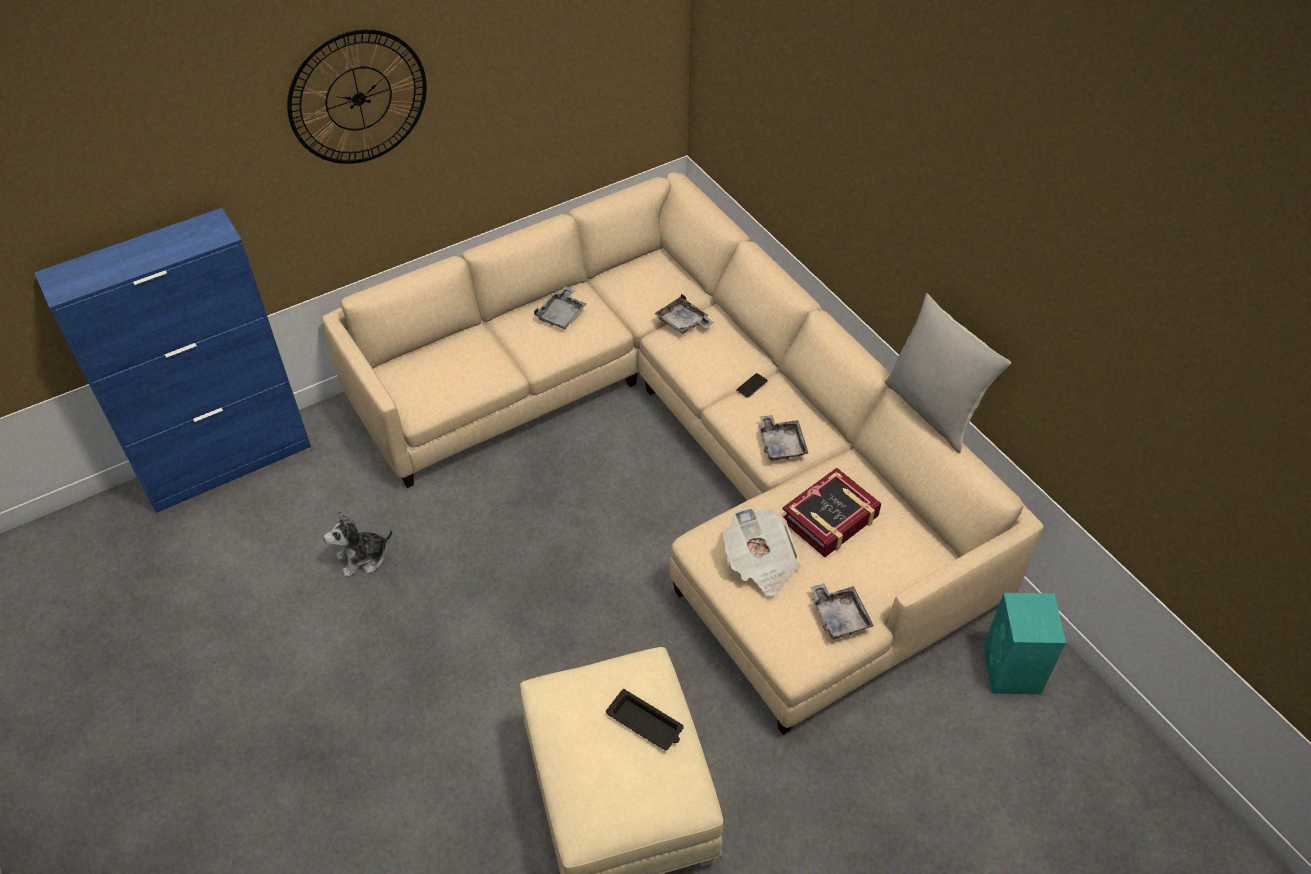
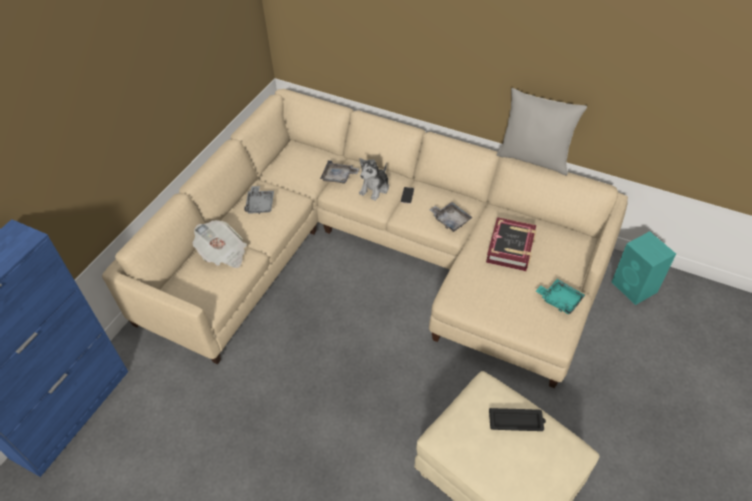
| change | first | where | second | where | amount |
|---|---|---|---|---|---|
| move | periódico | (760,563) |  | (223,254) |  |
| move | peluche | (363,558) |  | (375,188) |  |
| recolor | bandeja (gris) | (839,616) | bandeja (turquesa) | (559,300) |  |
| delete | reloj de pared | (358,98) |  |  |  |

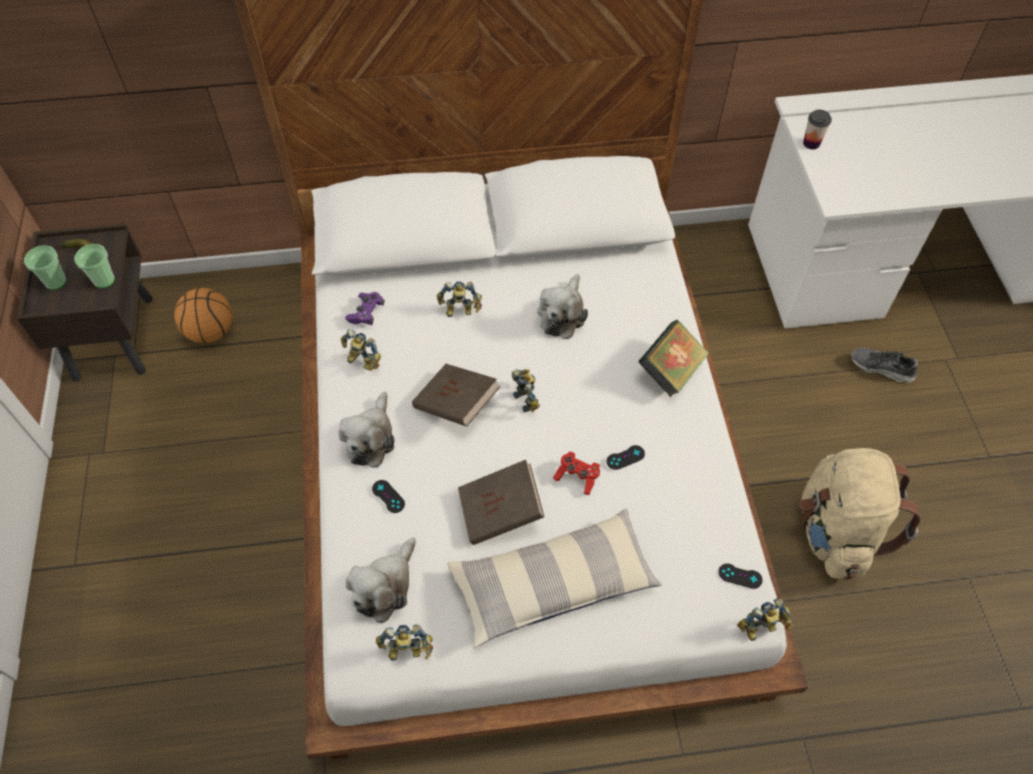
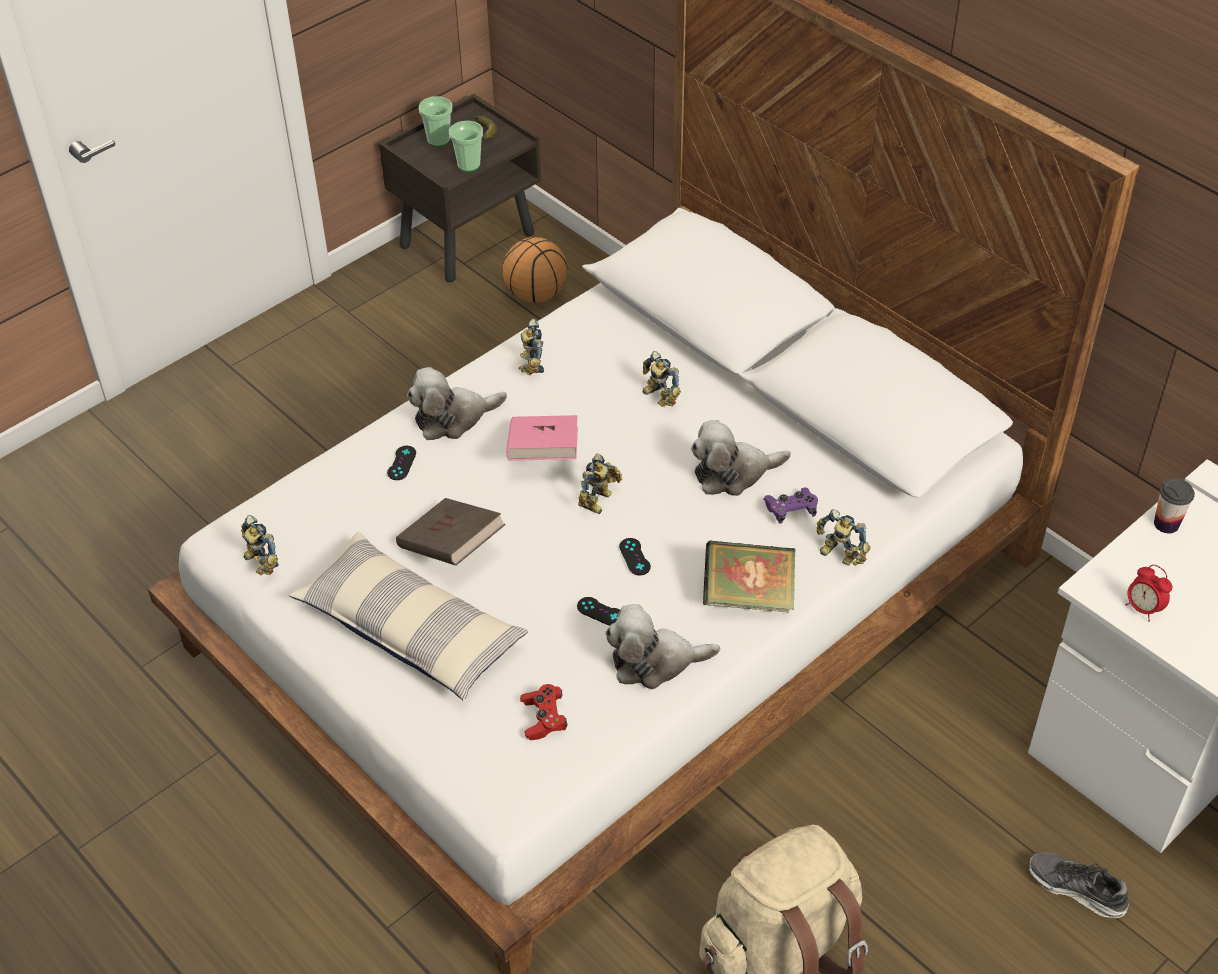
| change | first | where | second | where | amount |
|---|---|---|---|---|---|
| recolor | libro (marrón) | (456,405) | libro (rosa) | (543,454) |  |
| move | mando de consola (rojo) | (577,476) |  | (544,718) |  |
| move | peluche | (385,587) |  | (655,662) |  |
| move | mando de consola (negro) | (740,576) |  | (634,557) |  |
| move | mando de consola (morado) | (366,313) |  | (791,511) |  |
| move | robot de juguete | (761,629) |  | (839,556) |  |
| rotate | zapato | (881,368) |  | (1076,889) | 45 degrees counterclockwise |
| insert |  |  | despertador | (1142,609) |  |

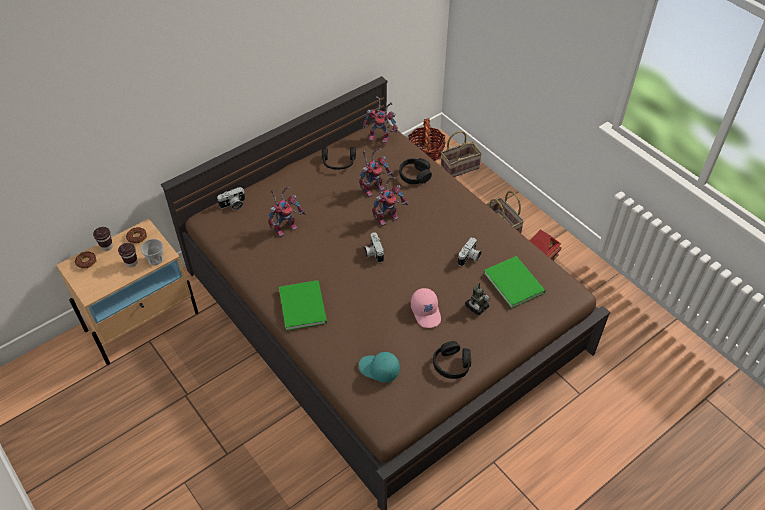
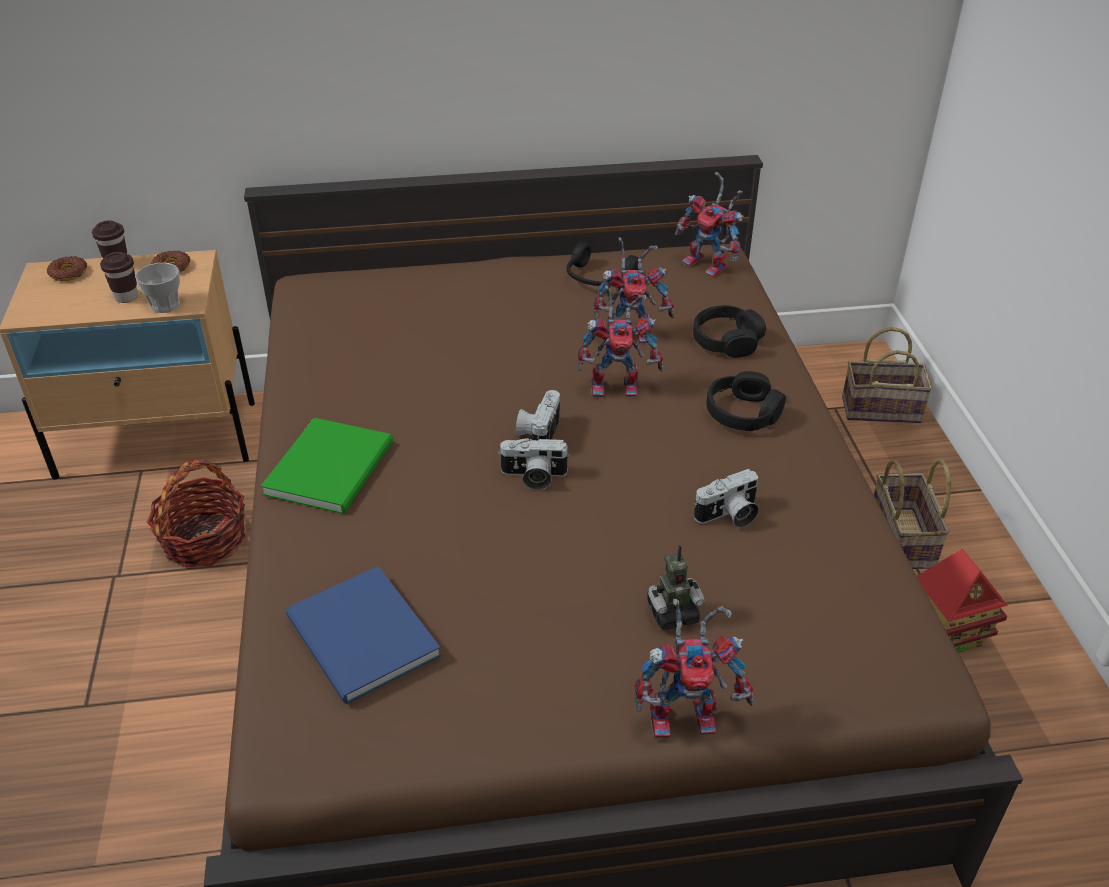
| change | first | where | second | where | amount |
|---|---|---|---|---|---|
| move | cesta | (426,152) |  | (204,540) |  |
| replace | gorra (turquesa) | (378,370) | libro (azul) | (361,640) |  |
| move | cámara | (233,205) |  | (533,477) |  |
| move | robot de juguete | (286,227) |  | (687,715) |  |
| move | auriculares (negro) | (452,364) |  | (743,413) |  |
| delete | gorra (rosa) | (426,312) |  |  |  |
| delete | libro (verde) | (514,281) |  |  |  |

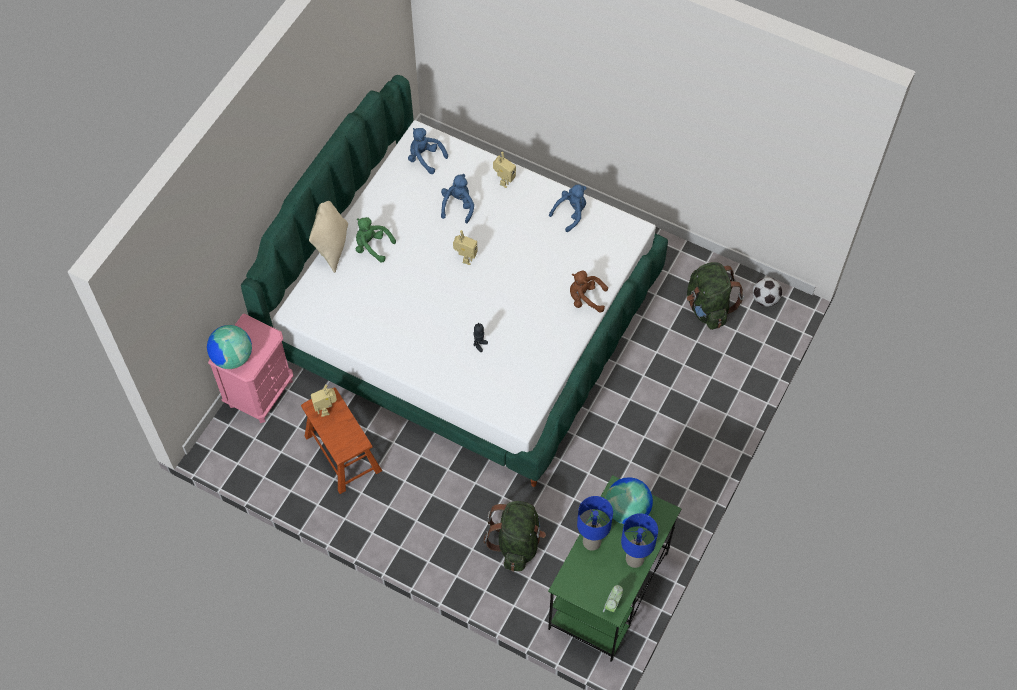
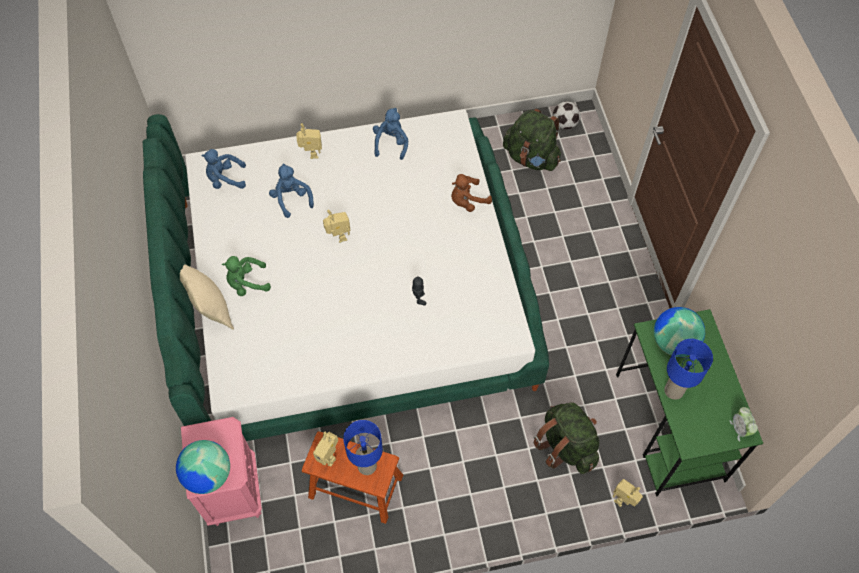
| change | first | where | second | where | amount |
|---|---|---|---|---|---|
| move | lámpara de mesa (azul) | (634,559) |  | (367,466) |  |
| insert |  |  | robot de juguete | (624,500) |  |

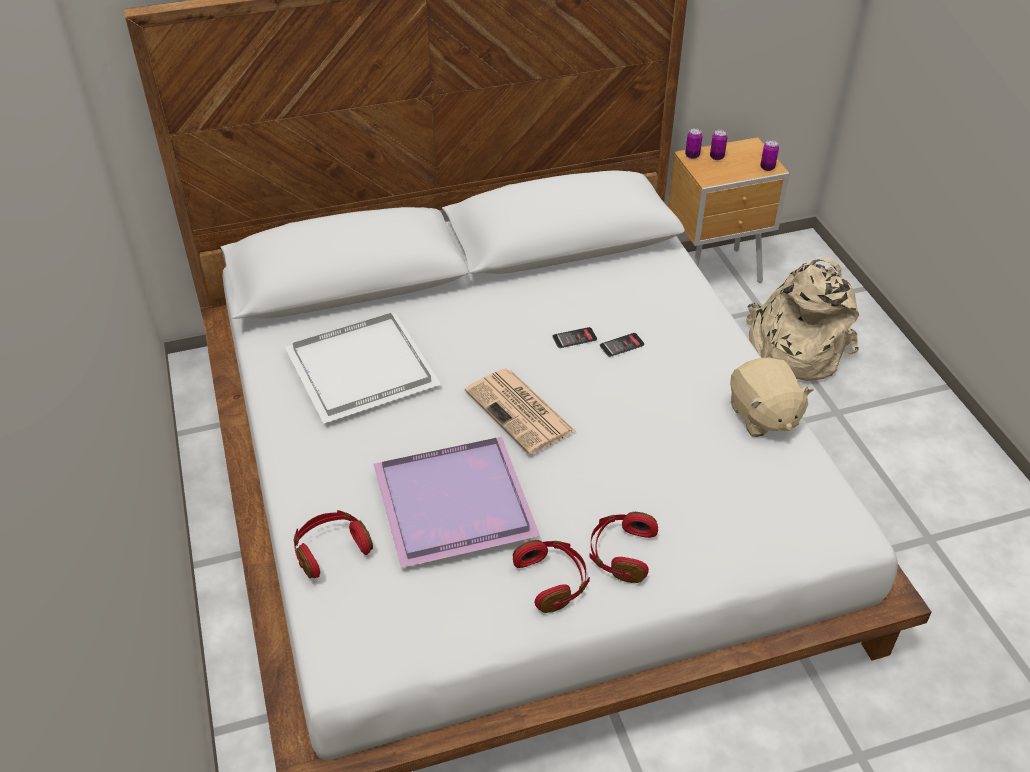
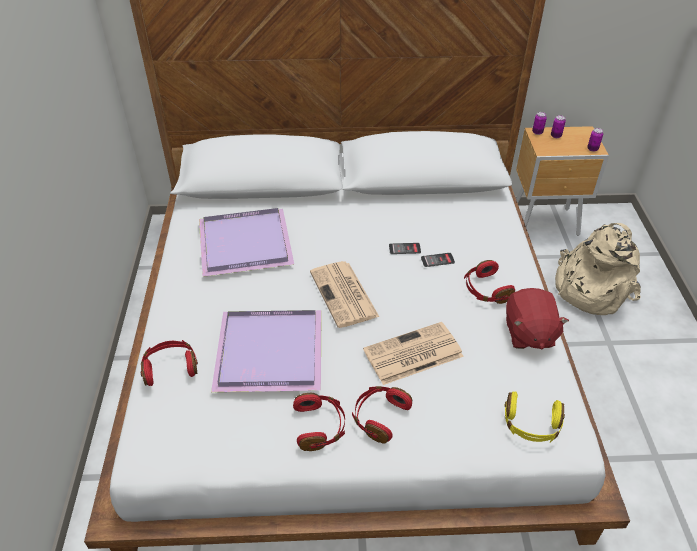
| change | first | where | second | where | amount |
|---|---|---|---|---|---|
| recolor | bandeja (blanco) | (358,368) | bandeja (morado) | (243,243) |  |
| insert |  |  | periódico | (412,354) |  |
| insert |  |  | auriculares (rojo) | (486,290) |  |
| insert |  |  | auriculares (amarillo) | (531,425) |  |
| recolor | peluche (beis) | (763,416) | peluche (rojo) | (528,333) |  |

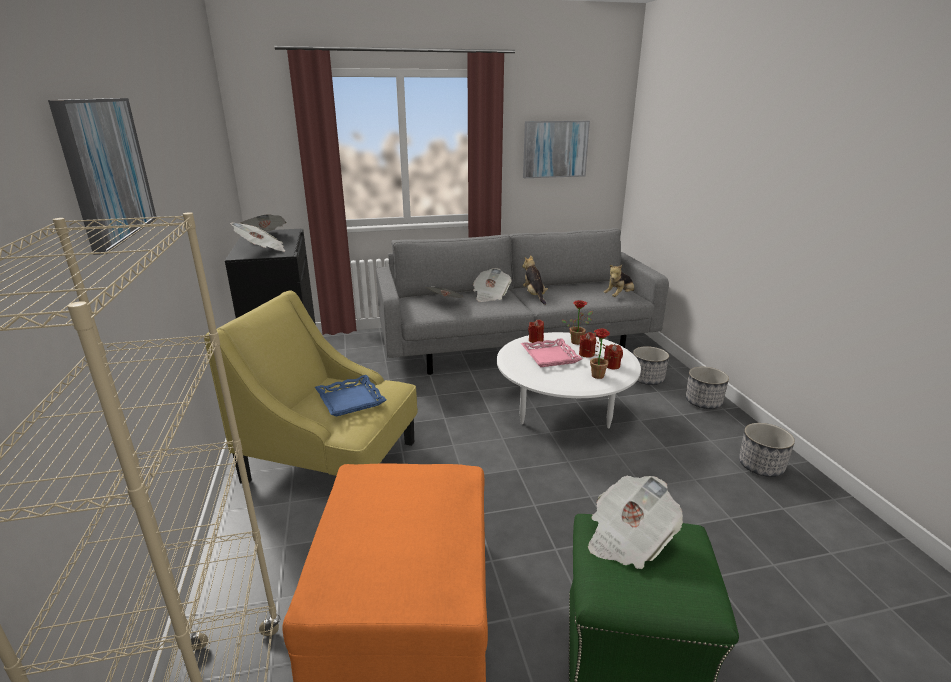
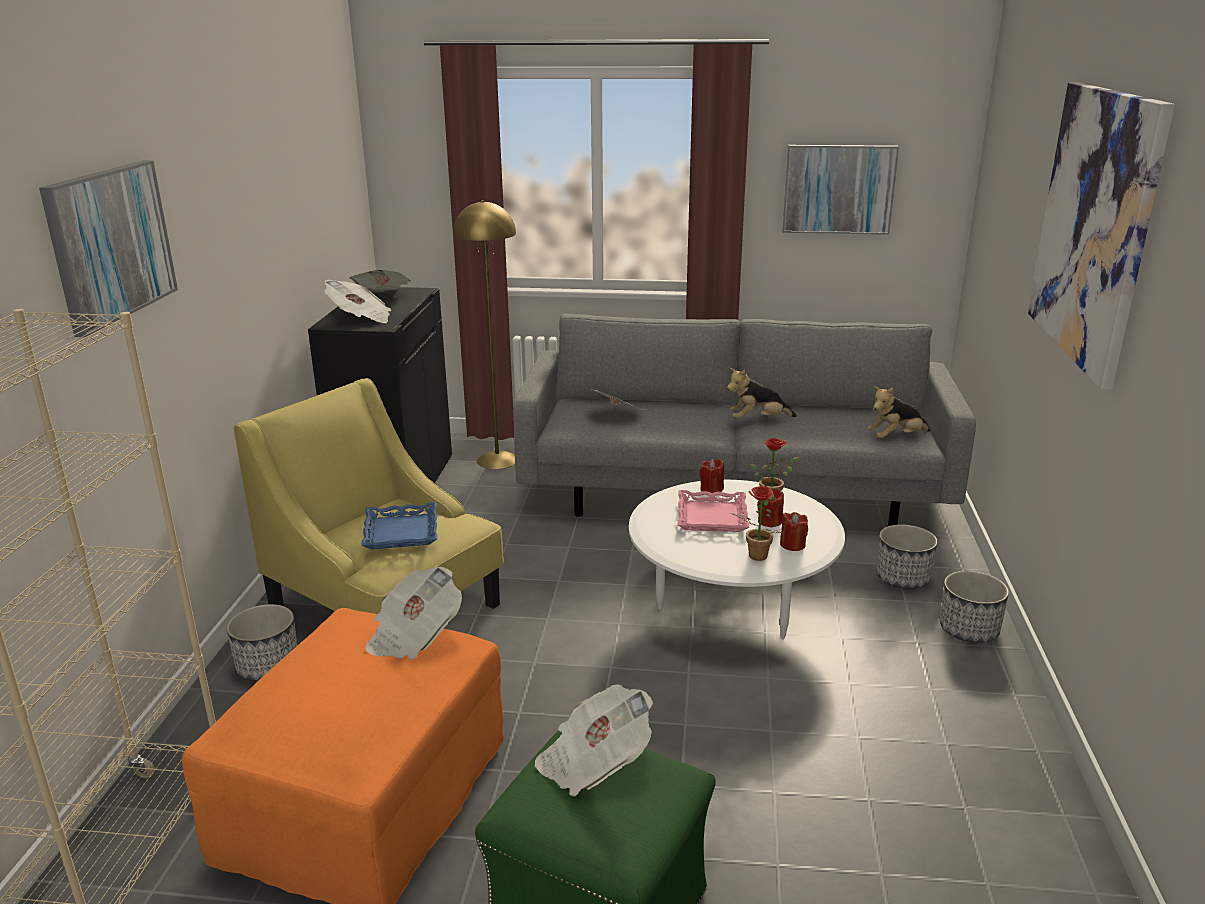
| change | first | where | second | where | amount |
|---|---|---|---|---|---|
| move | maceta | (761,466) |  | (268,666) |  |
| move | periódico | (490,296) |  | (414,636) |  |
| insert |  |  | lámpara de pie (amarillo) | (497,460) |  |
| rotate | peluche | (534,296) |  | (758,420) | 105 degrees counterclockwise |
| insert |  |  | cuadro | (1094,226) |  |

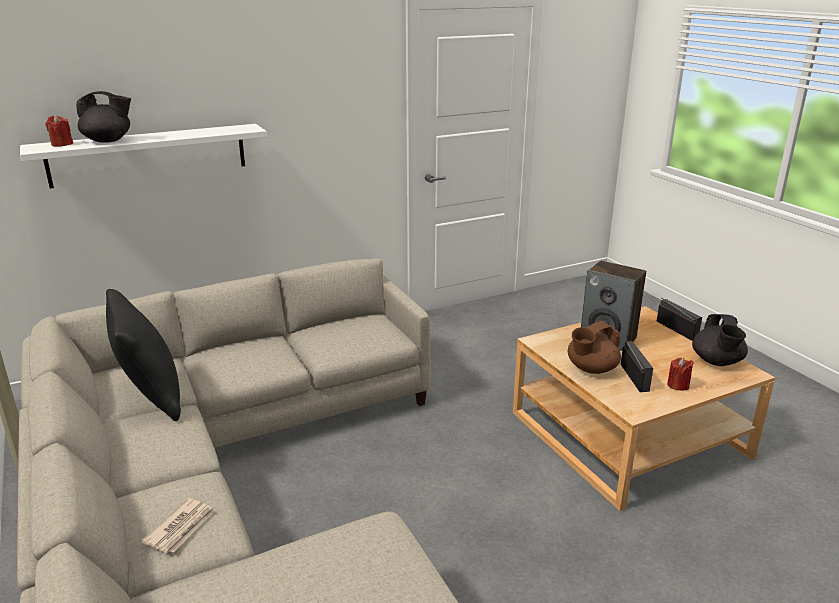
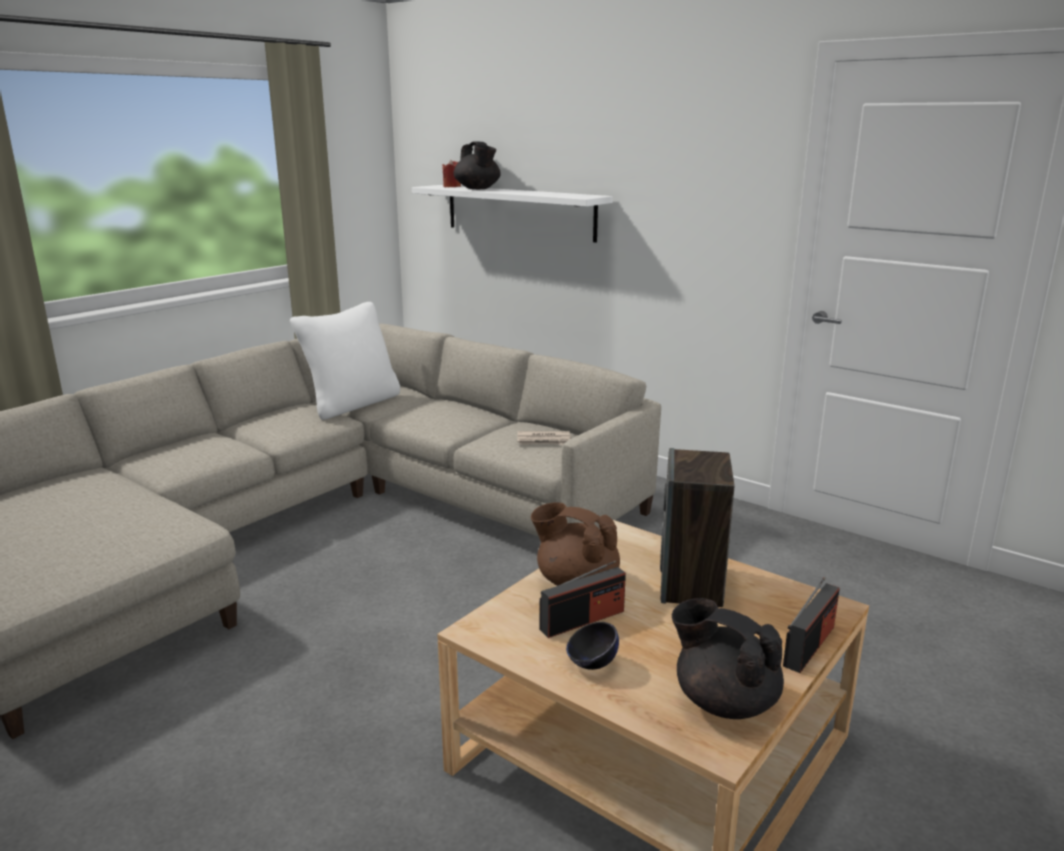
| change | first | where | second | where | amount |
|---|---|---|---|---|---|
| recolor | cojín (negro) | (151,398) | cojín (blanco) | (352,404) |  |
| move | periódico | (181,528) |  | (544,441) |  |
| replace | vela (rojo) | (678,385) | cuenco (negro) | (592,663) |  |
| rotate | tetera (negro) | (717,362) |  | (724,701) | 60 degrees clockwise |

